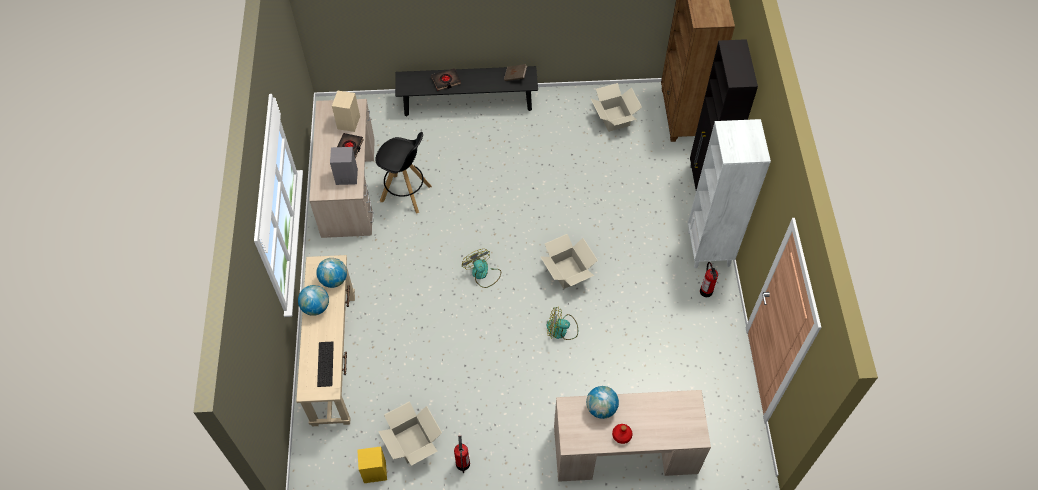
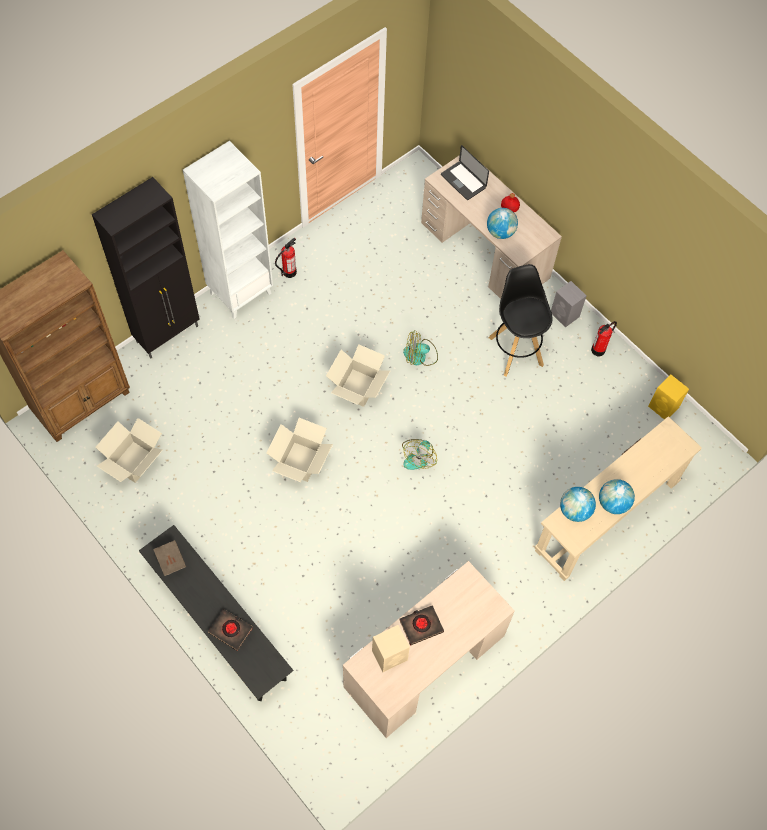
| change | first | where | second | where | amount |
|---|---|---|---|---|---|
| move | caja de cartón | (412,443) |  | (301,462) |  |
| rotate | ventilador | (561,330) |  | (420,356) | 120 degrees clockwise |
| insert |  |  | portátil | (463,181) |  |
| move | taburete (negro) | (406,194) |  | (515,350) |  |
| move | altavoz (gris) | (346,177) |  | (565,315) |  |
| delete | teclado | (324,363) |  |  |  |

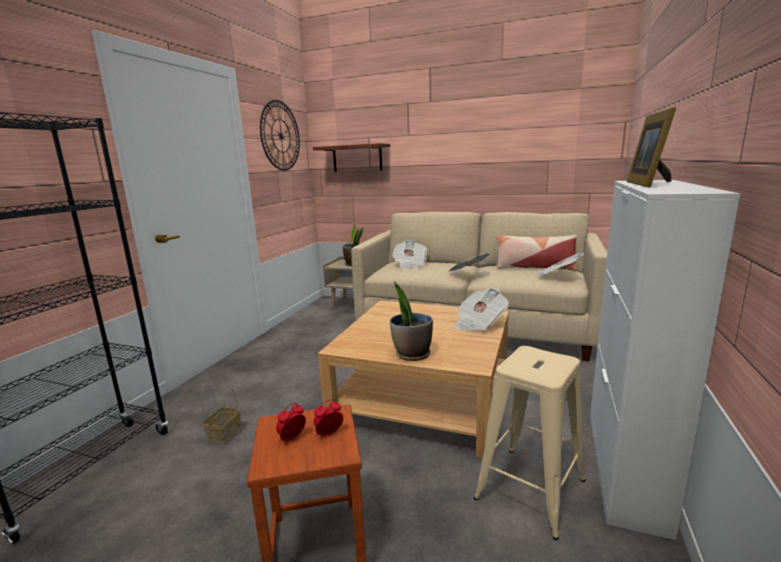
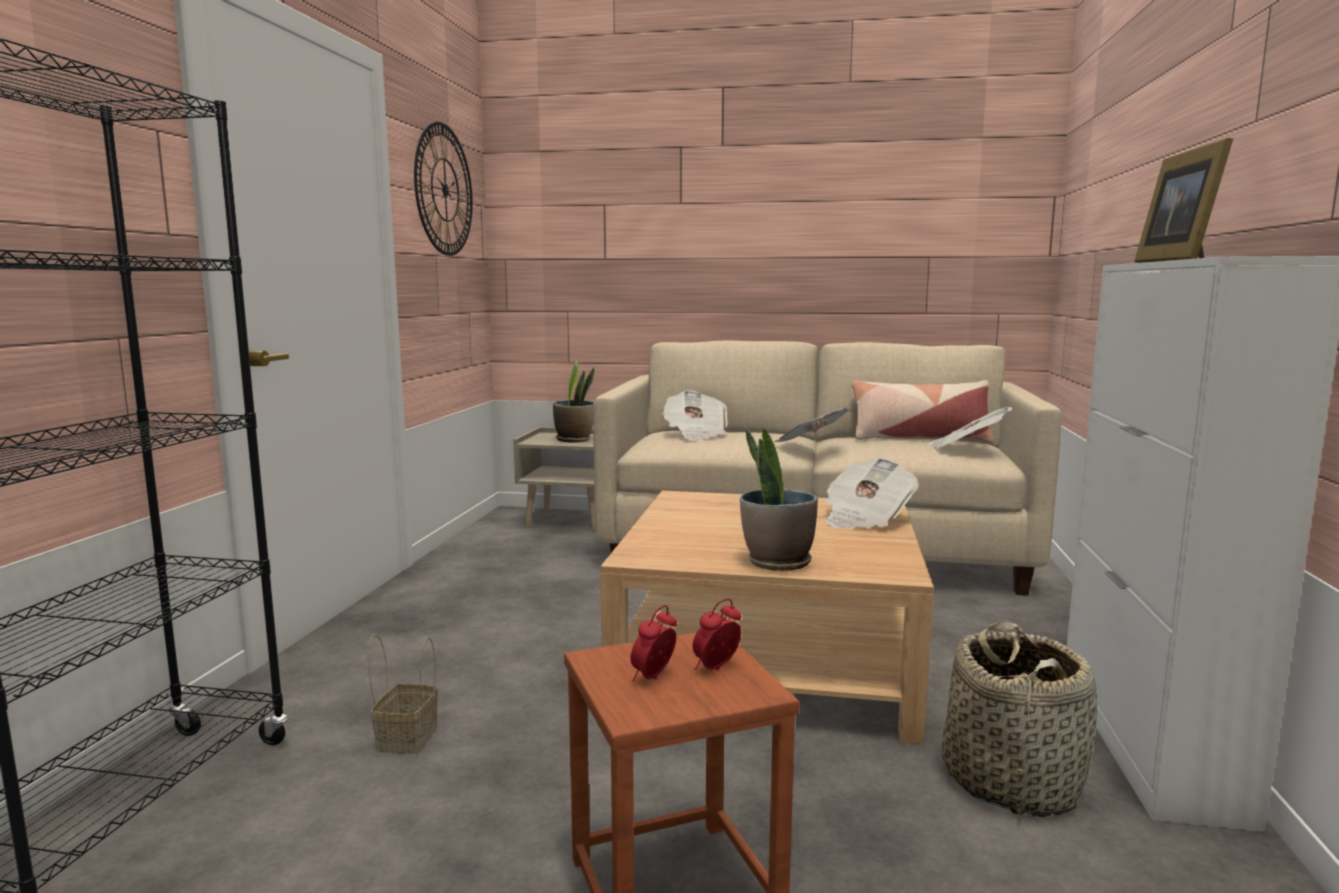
| change | first | where | second | where | amount |
|---|---|---|---|---|---|
| replace | taburete (beis) | (530,489) | cesta | (1011,781) |  |
| delete | estante (marrón) | (357,158) |  |  |  |

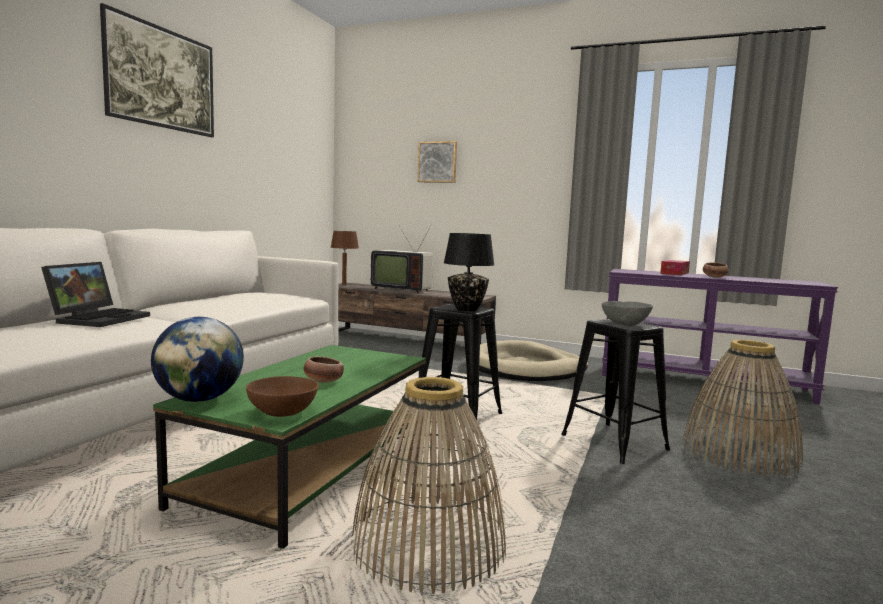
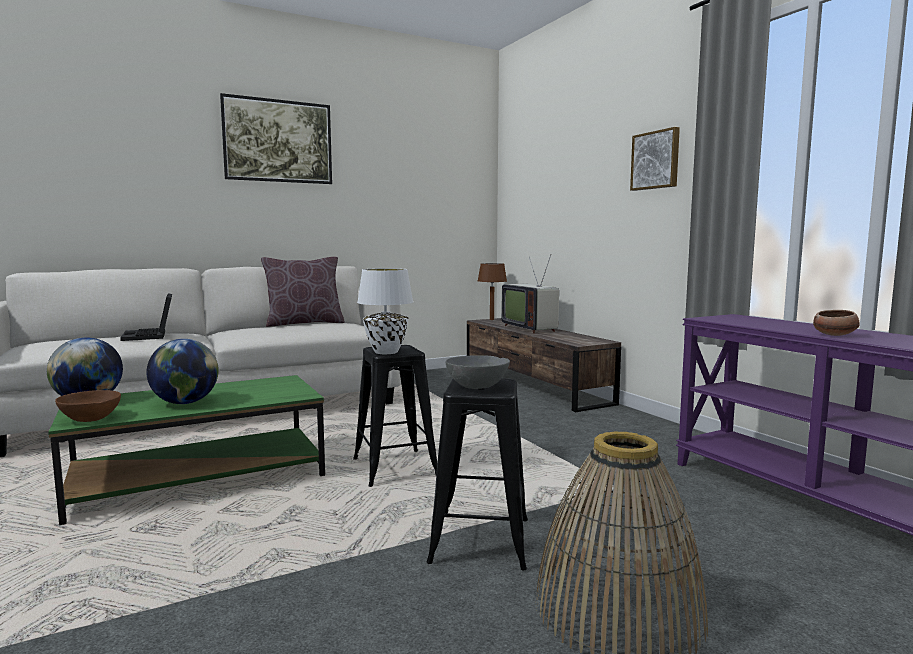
| change | first | where | second | where | amount |
|---|---|---|---|---|---|
| rotate | portátil | (99,318) |  | (150,336) | 105 degrees clockwise |
| replace | cuenco | (322,381) | globo terráqueo | (185,403) |  |
| insert |  |  | cojín (marrón) | (304,323) |  |
| recolor | lámpara de mesa (negro) | (467,309) | lámpara de mesa (blanco) | (386,352) |  |
| move | cuadro | (437,162) |  | (656,160) |  |
| delete | cesta | (428,543) |  |  |  |
| delete | cama para perro (beis) | (525,368) |  |  |  |
| delete | caja de pañuelos | (674,273) |  |  |  |

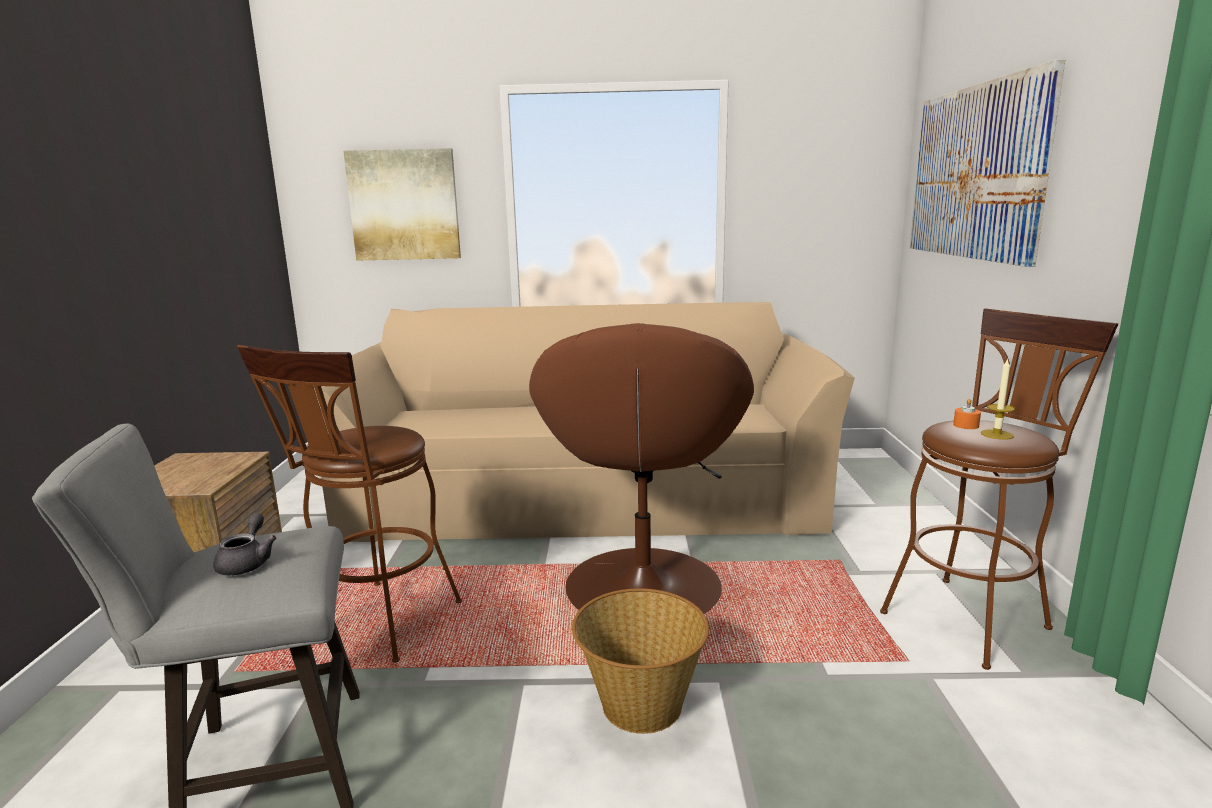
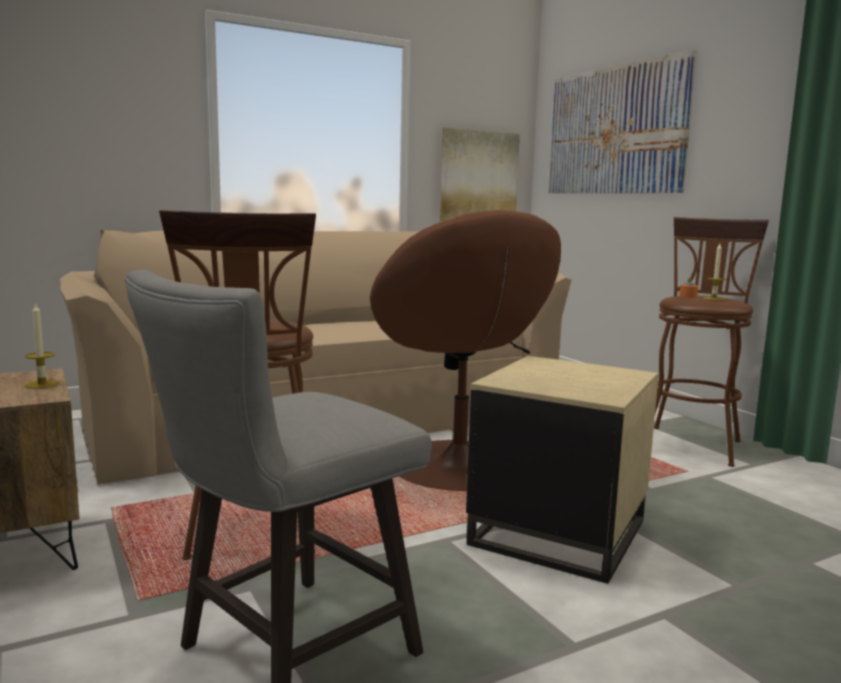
| change | first | where | second | where | amount |
|---|---|---|---|---|---|
| insert |  |  | vela | (42,384) |  |
| move | cuadro | (404,205) |  | (478,176) |  |
| replace | cesta | (640,705) | mesa auxiliar (beis) | (557,532) |  |
| delete | tetera (gris) | (247,562) |  |  |  |

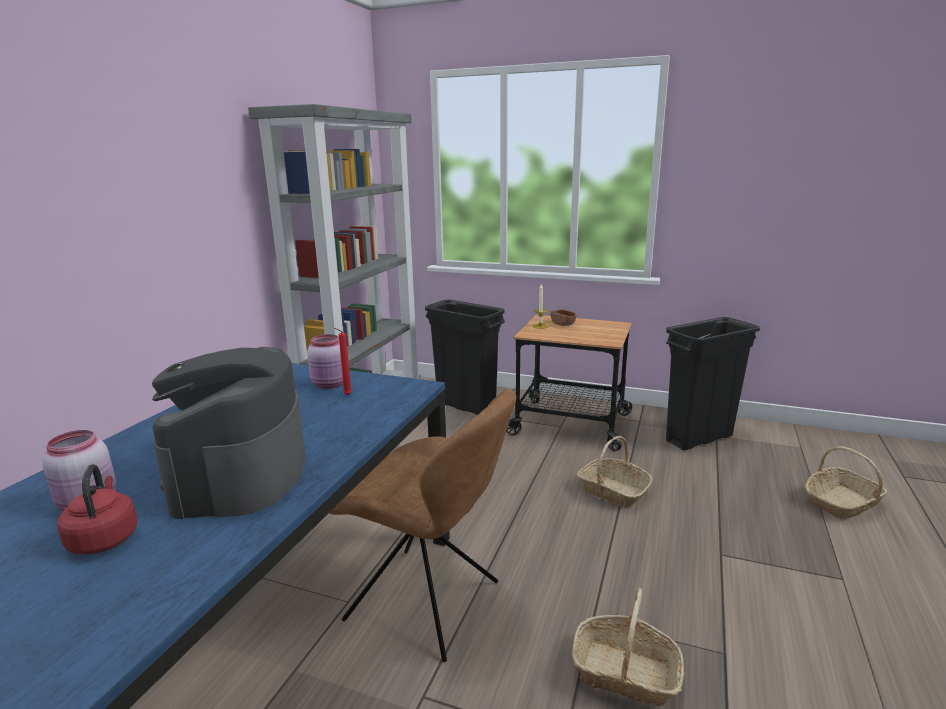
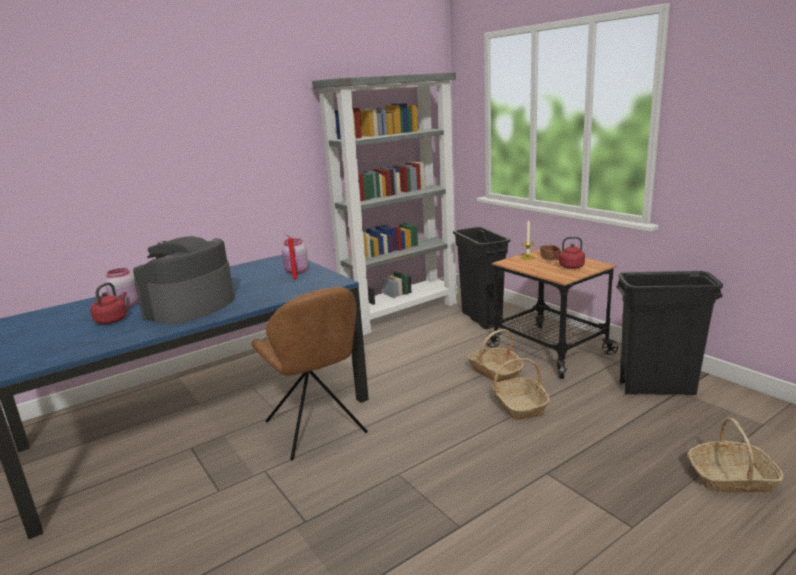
| change | first | where | second | where | amount |
|---|---|---|---|---|---|
| move | cesta | (625,672) |  | (495,372) |  |
| insert |  |  | hervidor (rojo) | (569,267) |  |

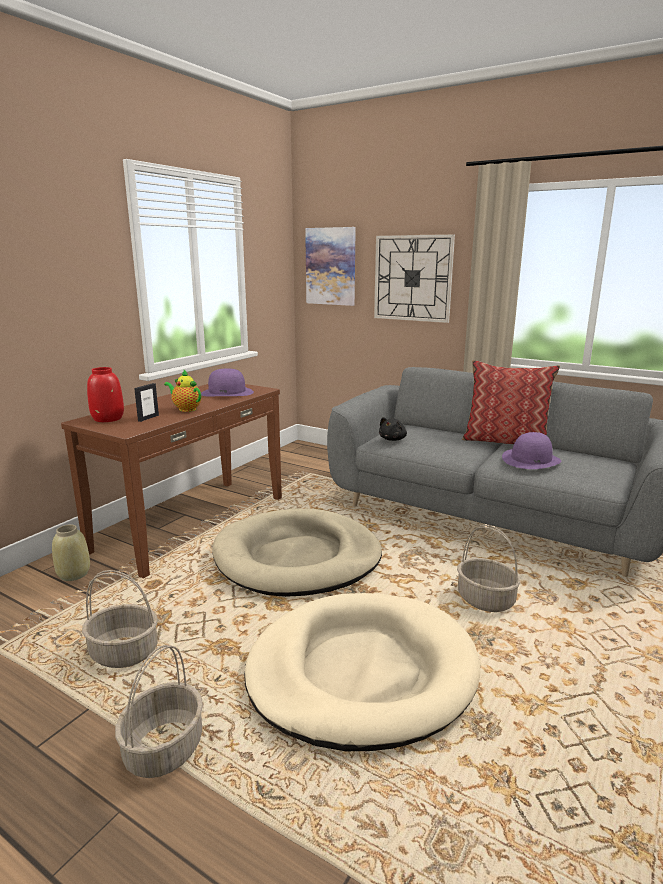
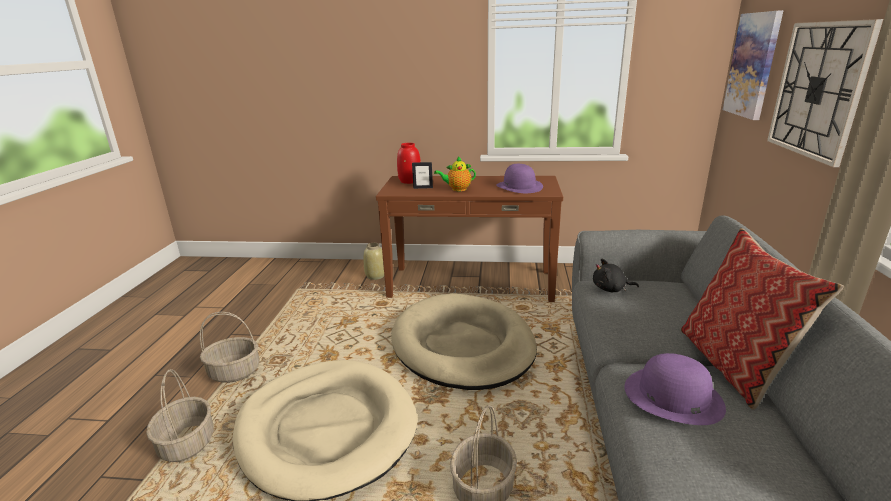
| change | first | where | second | where | amount |
|---|---|---|---|---|---|
| move | cesta | (125,652) |  | (187,443) |  |
| rotate | tetera | (186,409) |  | (457,189) | 105 degrees counterclockwise |

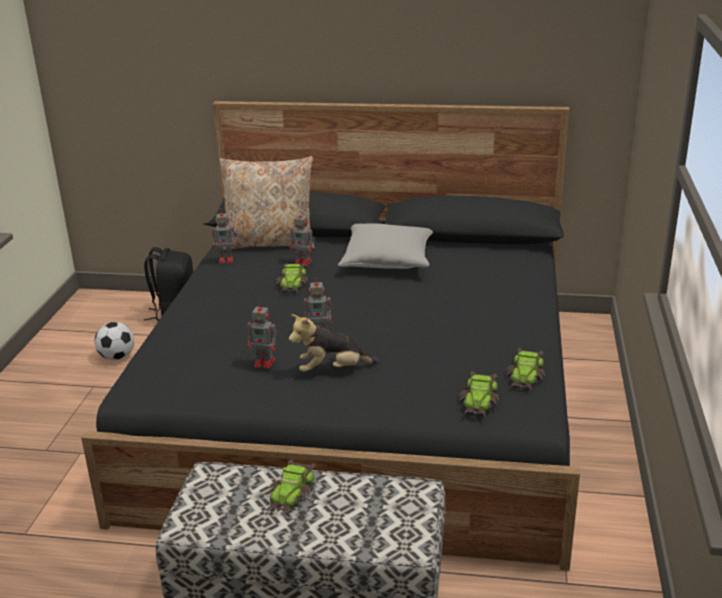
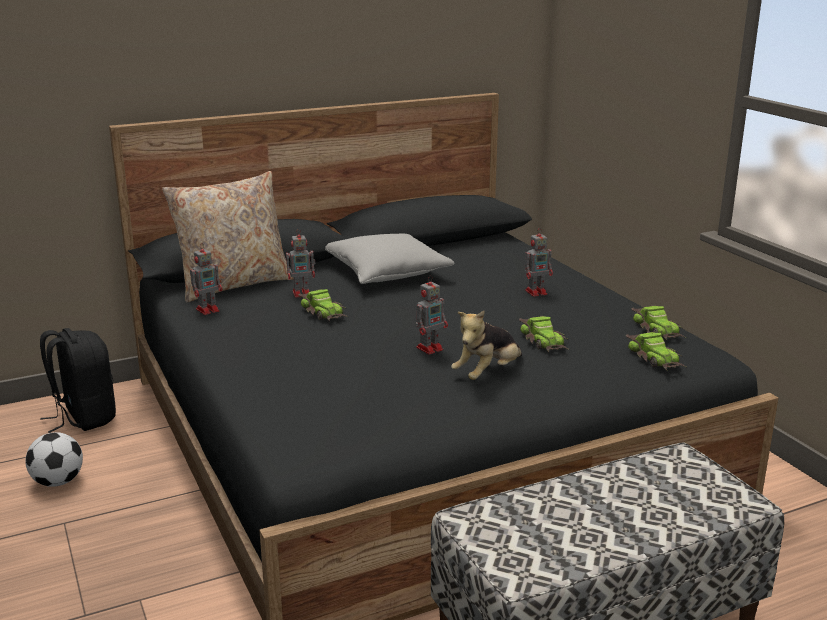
| change | first | where | second | where | amount |
|---|---|---|---|---|---|
| move | coche de juguete | (291,493) |  | (544,341) |  |
| move | robot de juguete | (265,363) |  | (537,292) |  |

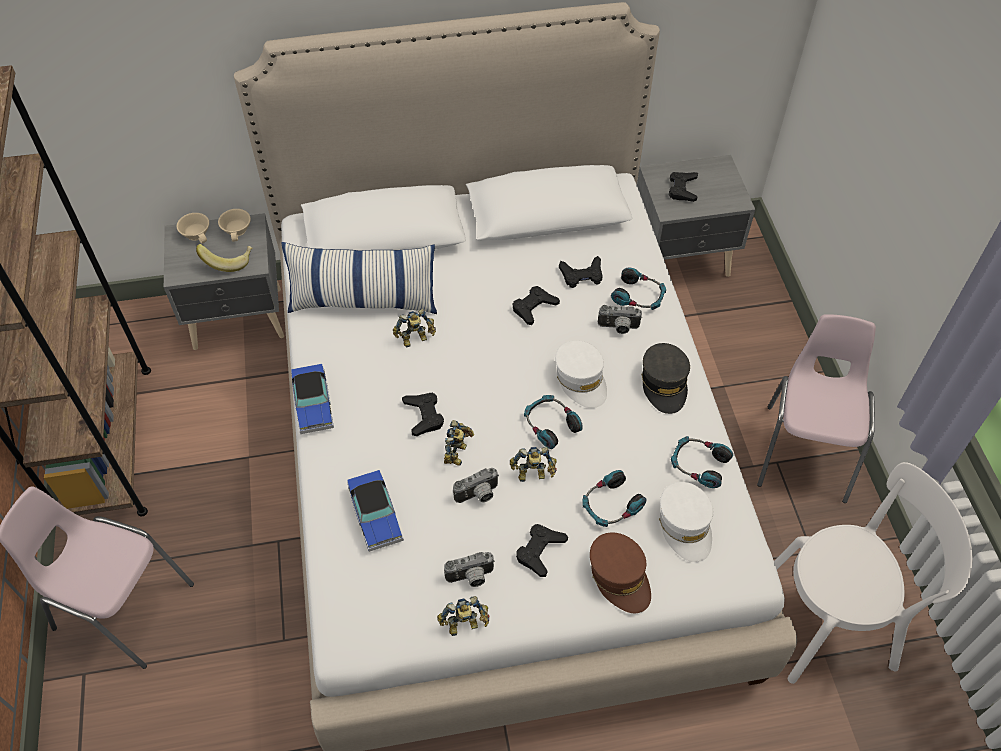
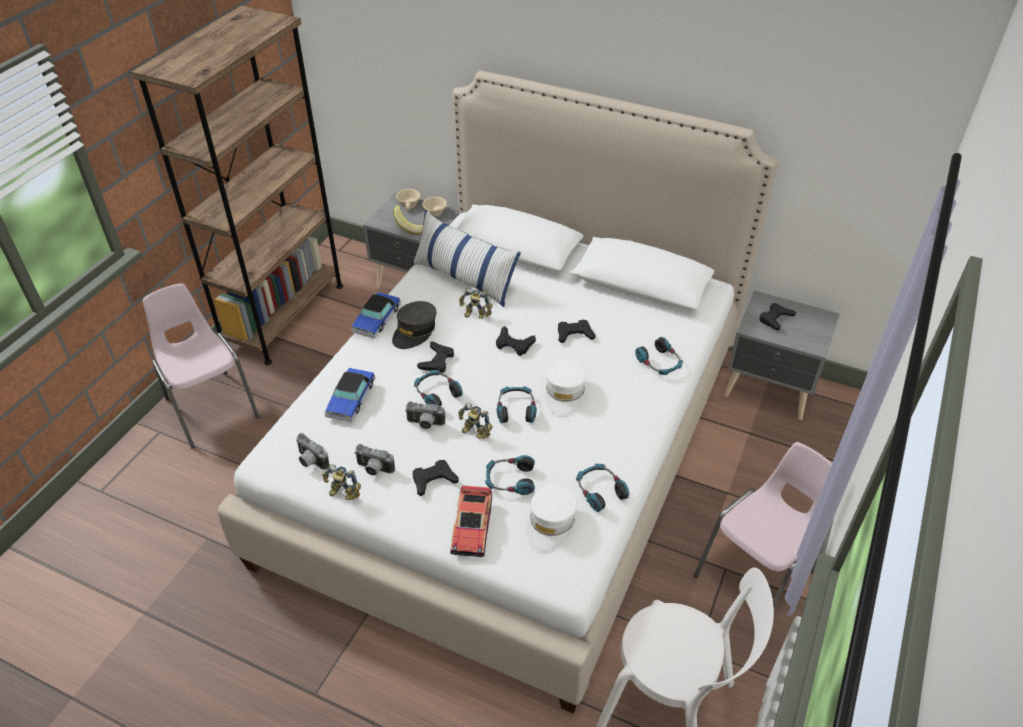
| change | first | where | second | where | amount |
|---|---|---|---|---|---|
| move | cámara | (618,328) |  | (310,461) |  |
| move | gorra (gris) | (664,383) |  | (414,331) |  |
| replace | robot de juguete | (458,453) | auriculares | (437,393) |  |
| replace | gorra (marrón) | (620,577) | coche de juguete | (472,527) |  |
| move | mando de consola (negro) | (582,275) |  | (514,344) |  |

